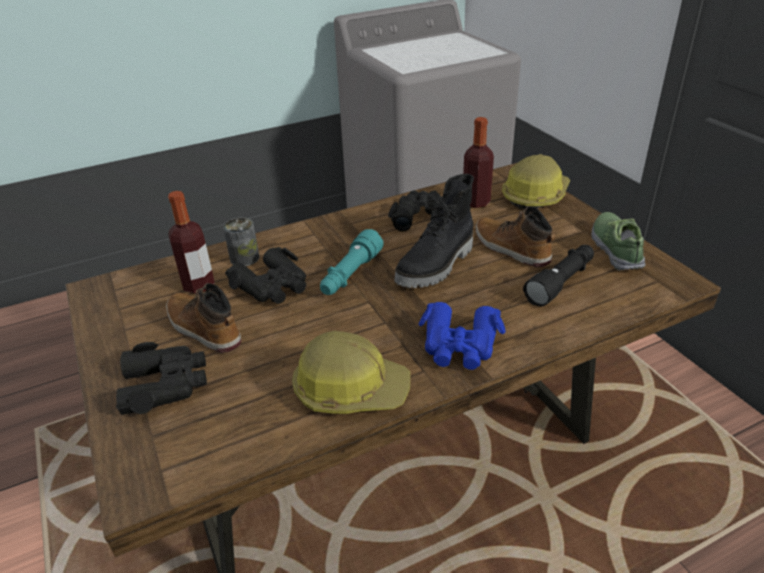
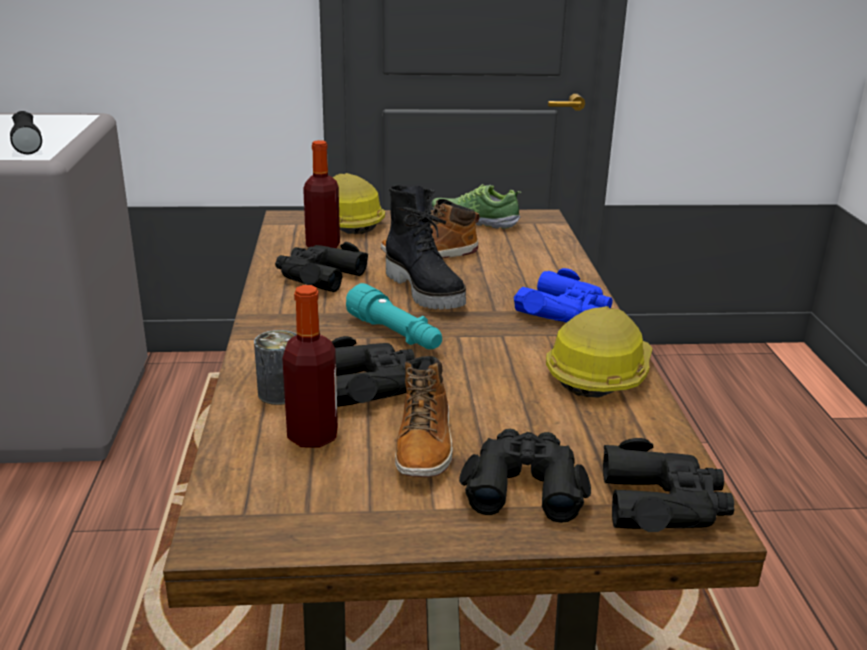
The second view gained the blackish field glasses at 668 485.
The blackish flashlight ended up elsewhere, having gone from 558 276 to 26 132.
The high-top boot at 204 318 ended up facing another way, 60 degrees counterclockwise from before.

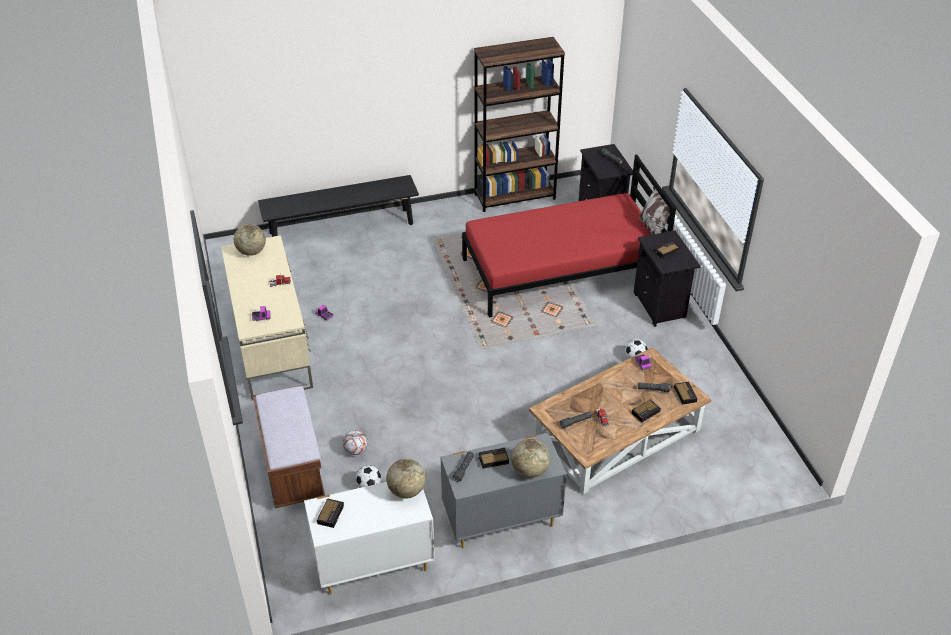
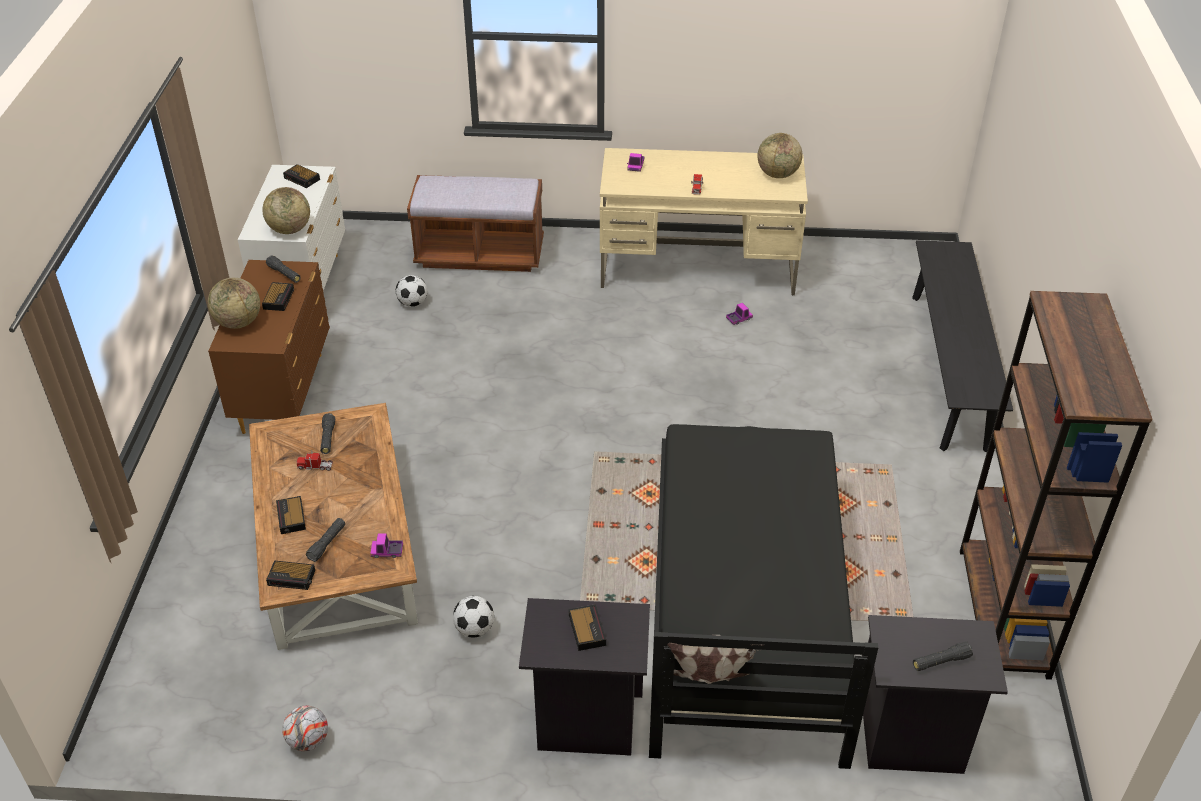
The football ended up elsewhere, having gone from 355 442 to 305 728.
What was the grey dresser at 504 490 turned into the brown dresser at 269 347.
What was the red bedroom bed at 569 236 turned into the blackish bedroom bed at 763 596.

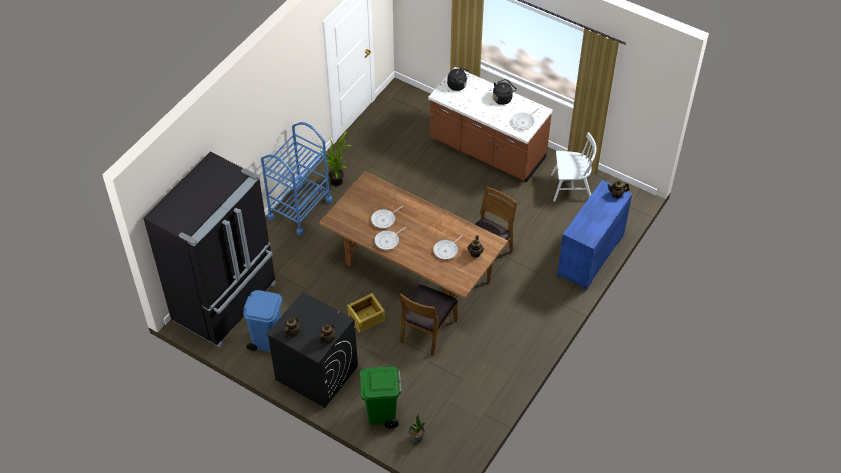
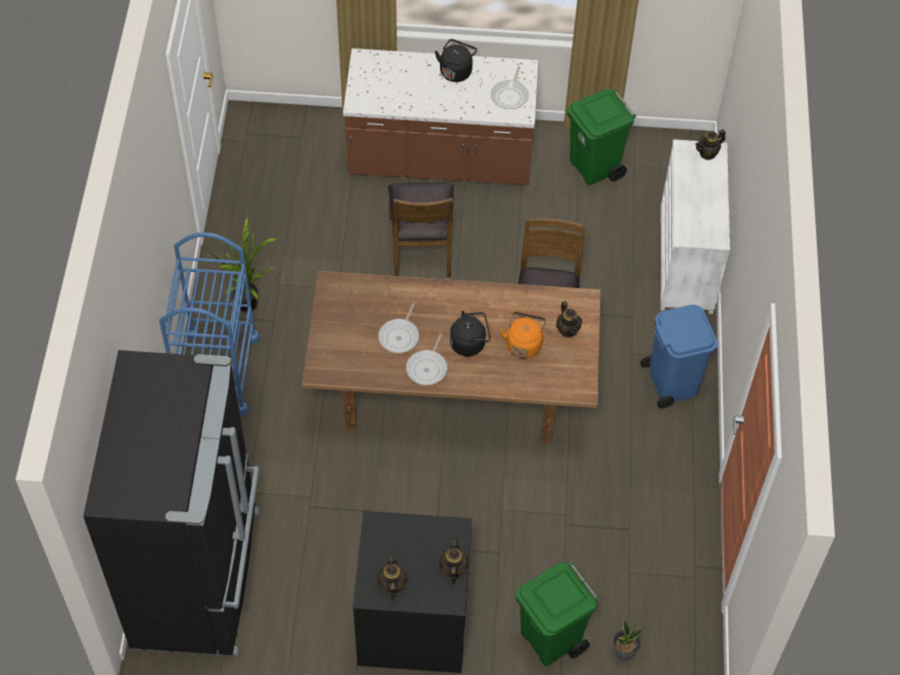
The second view lost the packing crate at 366 313.
The blue-coloured waste bin ended up elsewhere, having gone from 262 321 to 679 356.
The brown upright chair ended up elsewhere, having gone from 428 320 to 421 230.
The blackish kettle ended up elsewhere, having gone from 458 79 to 470 333.
Where the skillet stood at 448 246, the orangey kettle came to stand at 523 335.
Where the white upright chair stood at 573 167, the green waste bin came to stand at 601 137.
What was the blue-coloured dresser at 594 235 turned into the white dresser at 695 226.

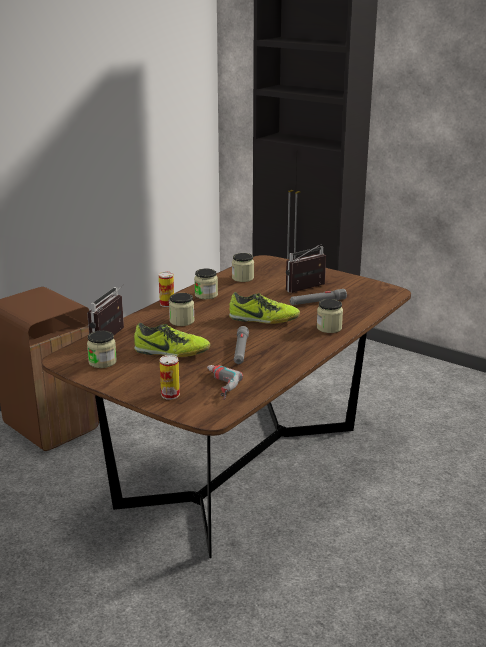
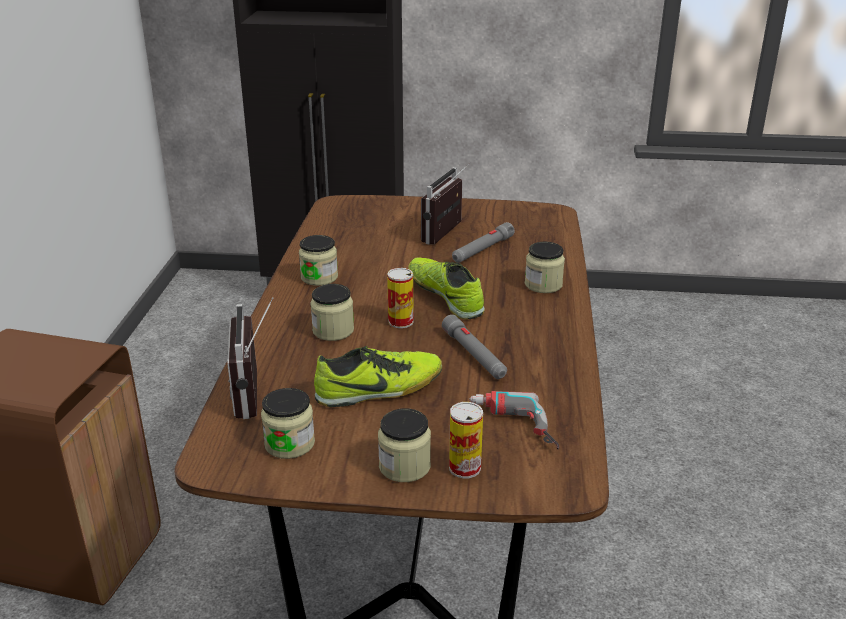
The can ended up elsewhere, having gone from 166 289 to 400 298.
The storage jar ended up elsewhere, having gone from 243 267 to 404 445.
The low shoe at 264 308 ended up facing another way, 105 degrees counterclockwise from before.

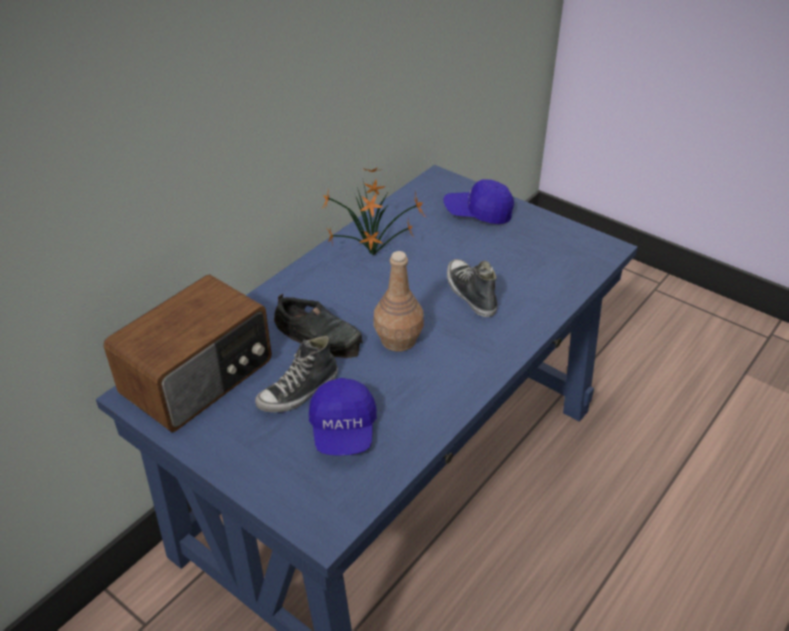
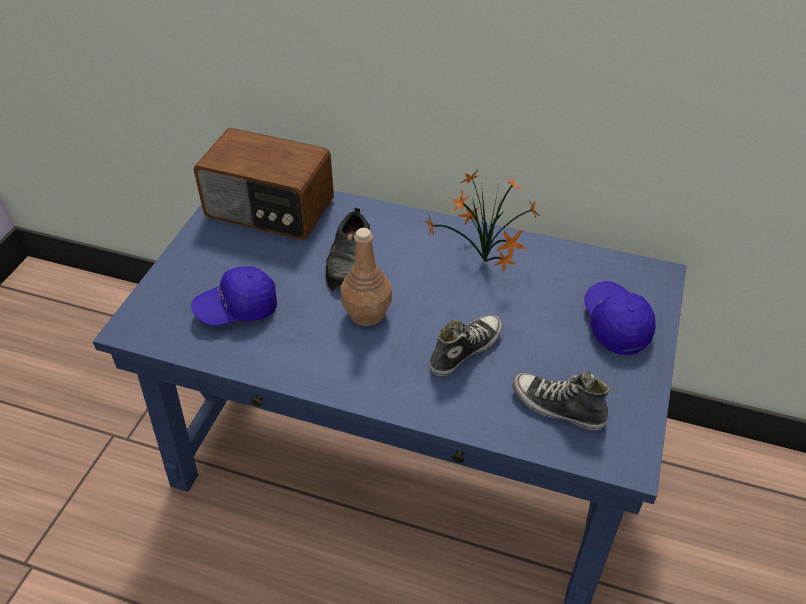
The low shoe ended up elsewhere, having gone from 296 374 to 561 400.

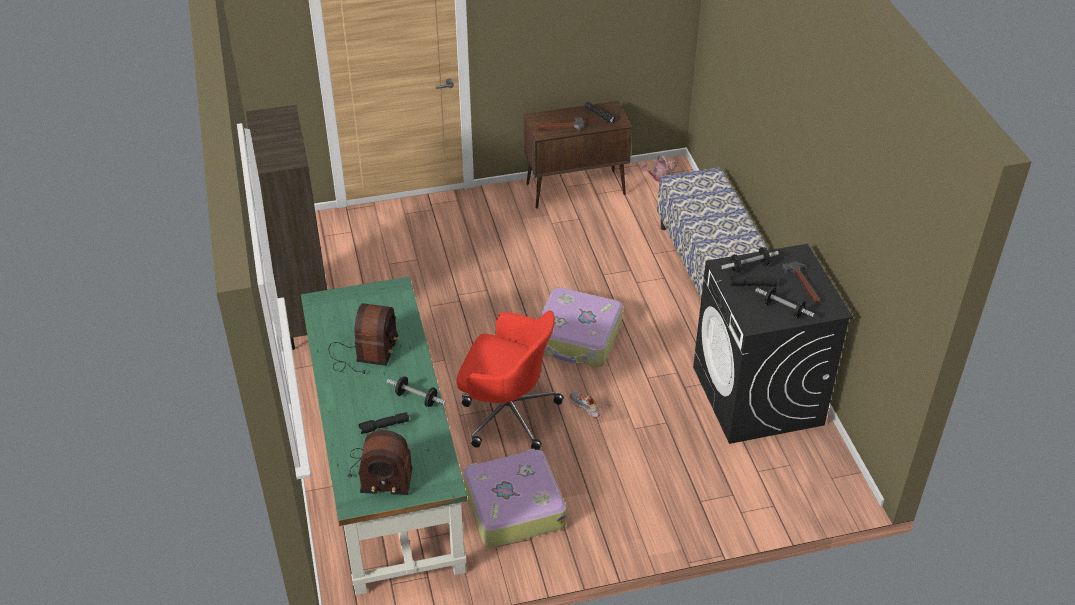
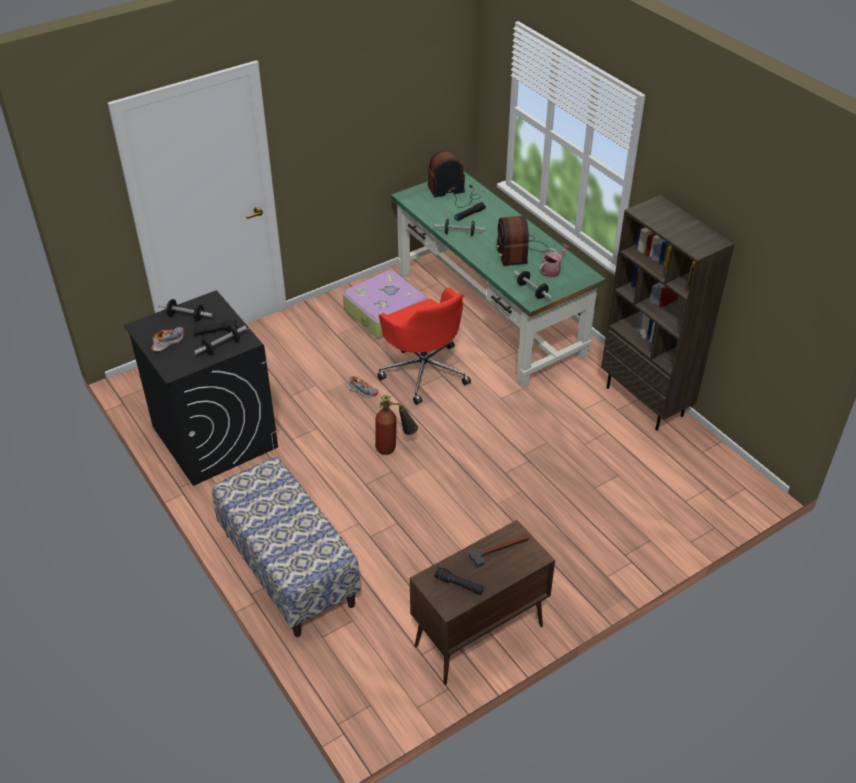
The second view gained the hand weight at 533 284.
The watering can ended up elsewhere, having gone from 659 168 to 555 260.
Where the travel case stood at 581 327, the fire-fighting cylinder came to stand at 396 424.
Where the hammer stood at 801 282, the low shoe came to stand at 167 339.
The red office chair at 510 380 ended up facing another way, 120 degrees counterclockwise from before.

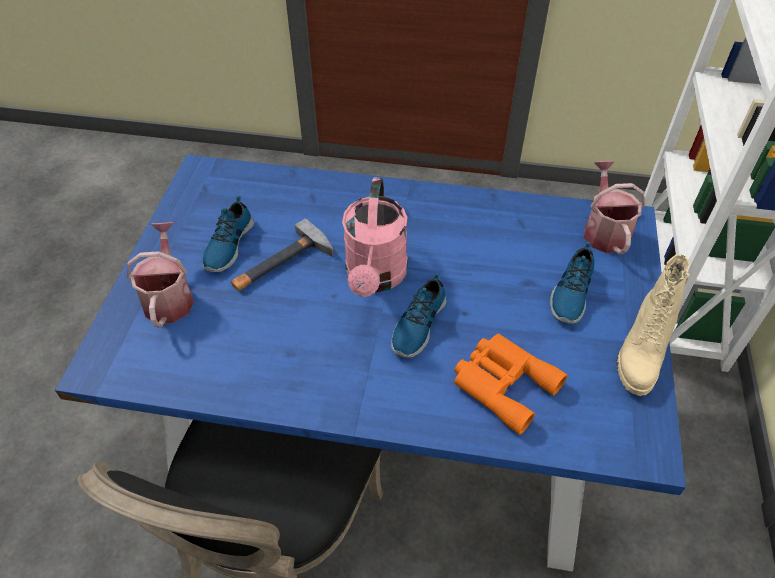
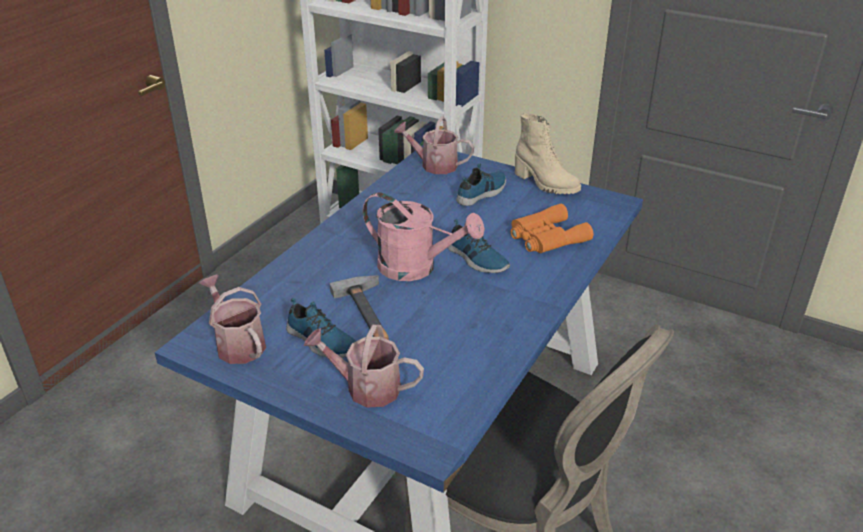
The second view gained the watering can at 232 319.
The low shoe at 572 283 ended up facing another way, 90 degrees counterclockwise from before.

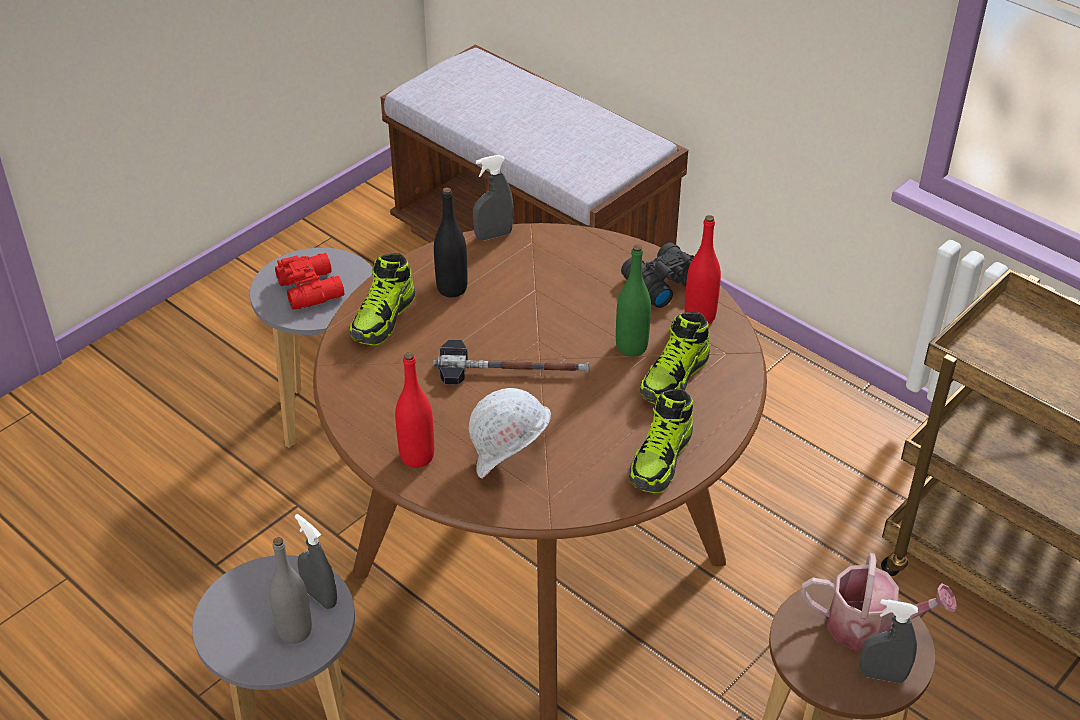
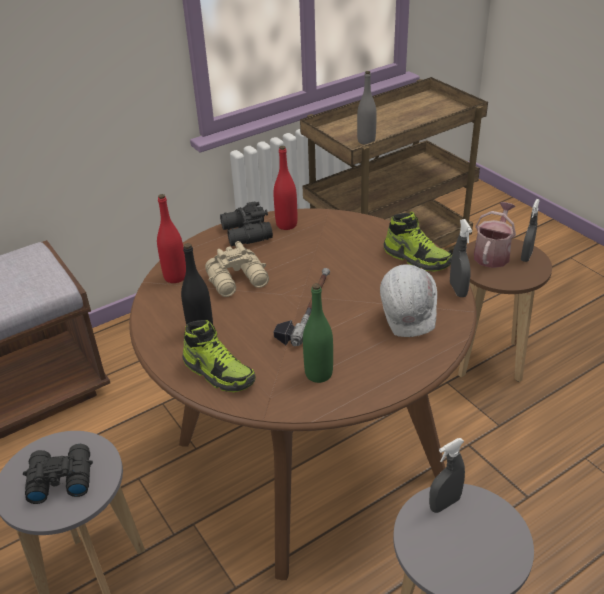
The second view lost the low shoe at 675 358.
The second view gained the sand-coloured field glasses at 237 269.
The grey drink bottle ended up elsewhere, having gone from 290 590 to 367 108.
The red drink bottle ended up elsewhere, having gone from 414 410 to 171 238.
The grey sprayer ended up elsewhere, having gone from 493 197 to 461 258.
The green drink bottle ended up elsewhere, having gone from 633 300 to 318 333.
What was the red field glasses at 309 281 turned into the blackish field glasses at 58 474.

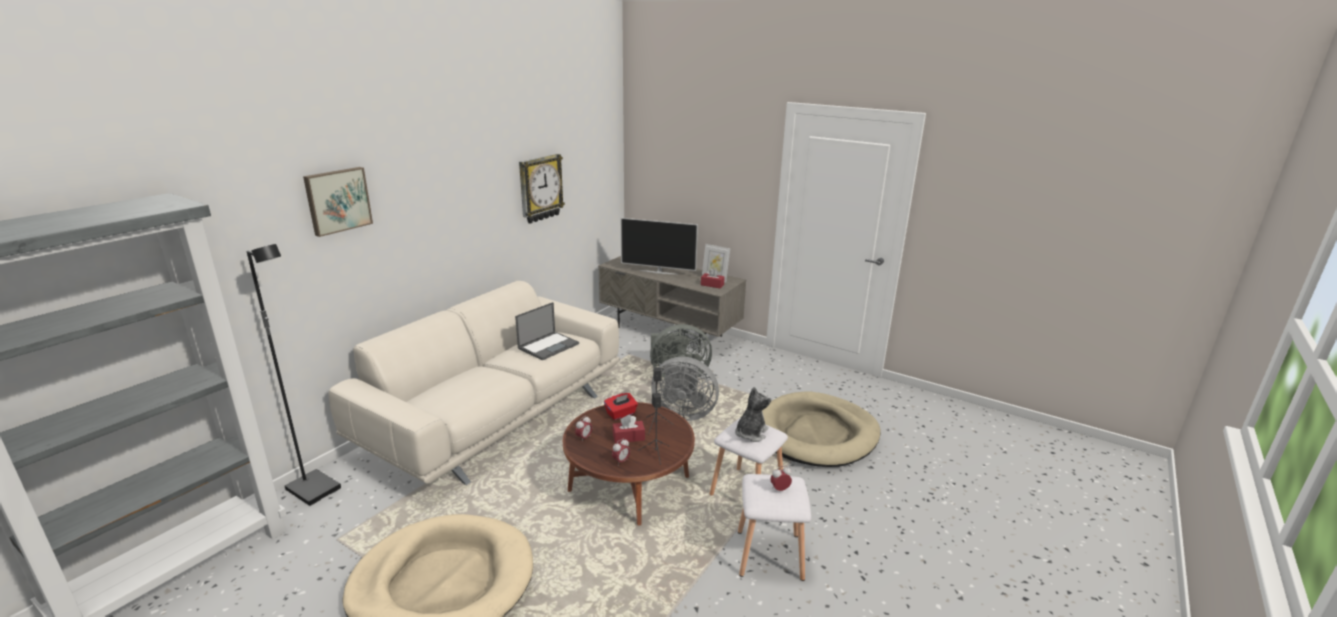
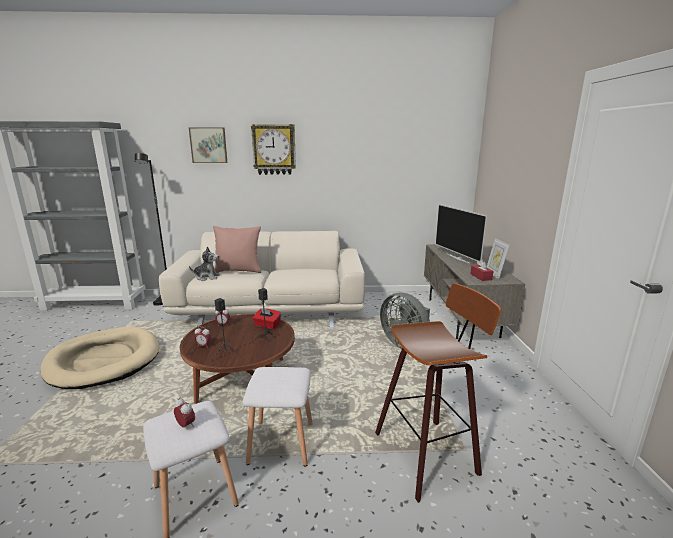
The second view lost the portable computer at 547 331.
The second view lost the red box of tissues at 629 429.
The second view lost the grey electric fan at 685 389.
The second view gained the pink-coloured throw pillow at 237 249.
The wall clock ended up elsewhere, having gone from 542 189 to 273 149.
The soft toy ended up elsewhere, having gone from 753 414 to 204 263.
Where the sand-coloured pet bed stood at 821 429, the sitting stool came to stand at 438 393.

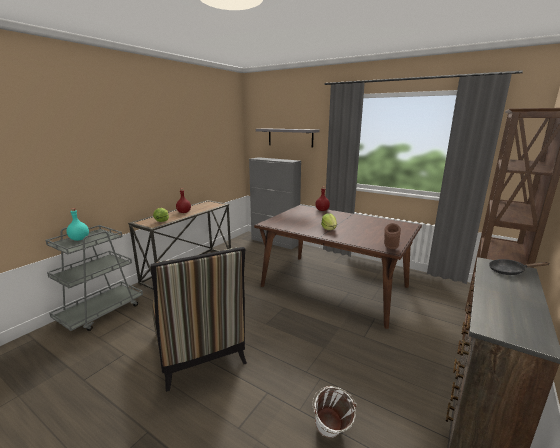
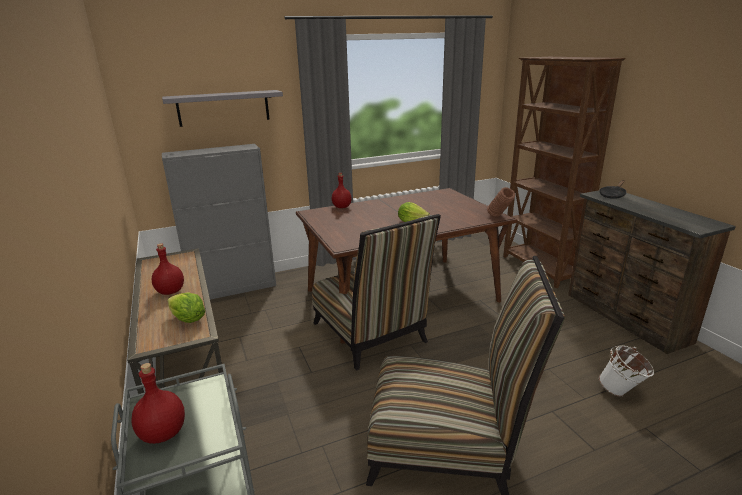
The second view gained the upright chair at 376 292.
What was the turquoise drink bottle at 78 224 turned into the red drink bottle at 158 403.

